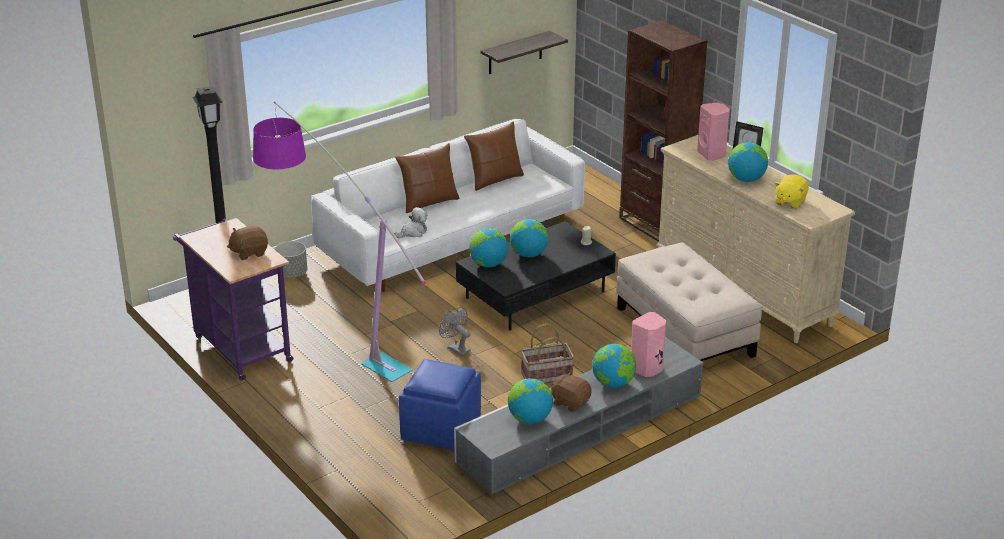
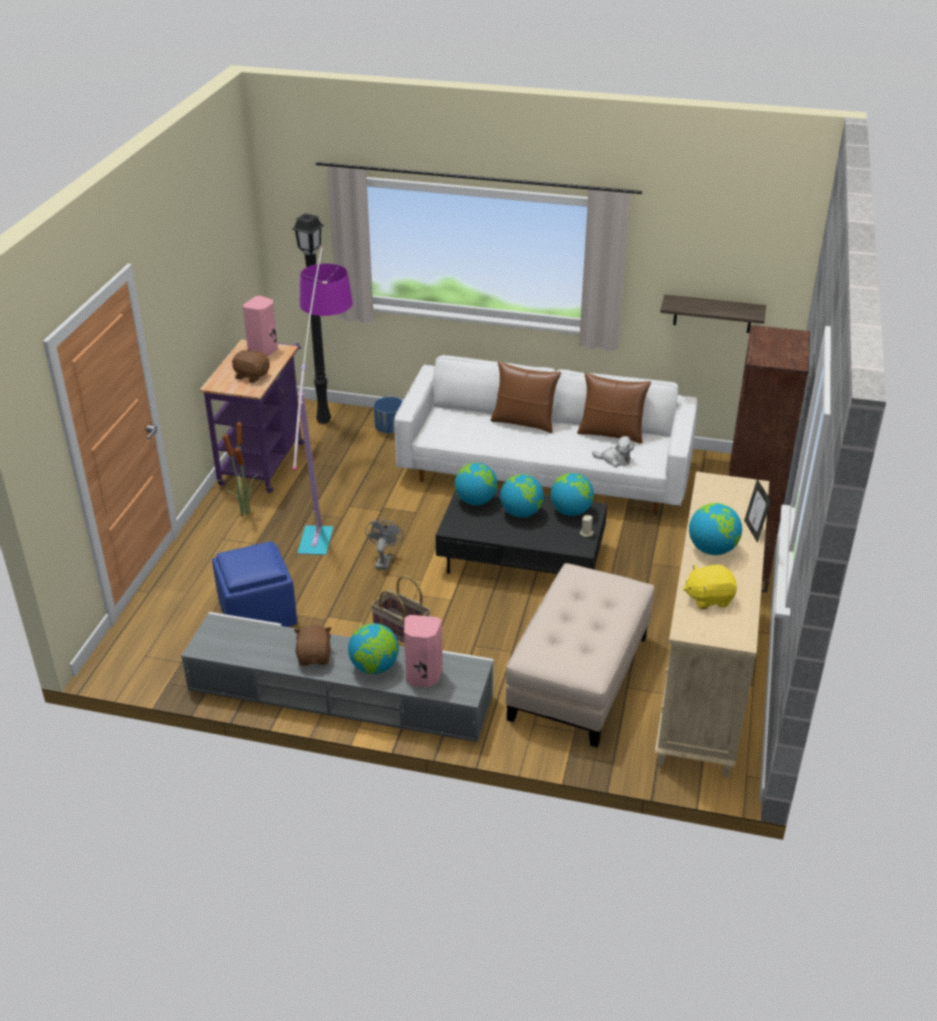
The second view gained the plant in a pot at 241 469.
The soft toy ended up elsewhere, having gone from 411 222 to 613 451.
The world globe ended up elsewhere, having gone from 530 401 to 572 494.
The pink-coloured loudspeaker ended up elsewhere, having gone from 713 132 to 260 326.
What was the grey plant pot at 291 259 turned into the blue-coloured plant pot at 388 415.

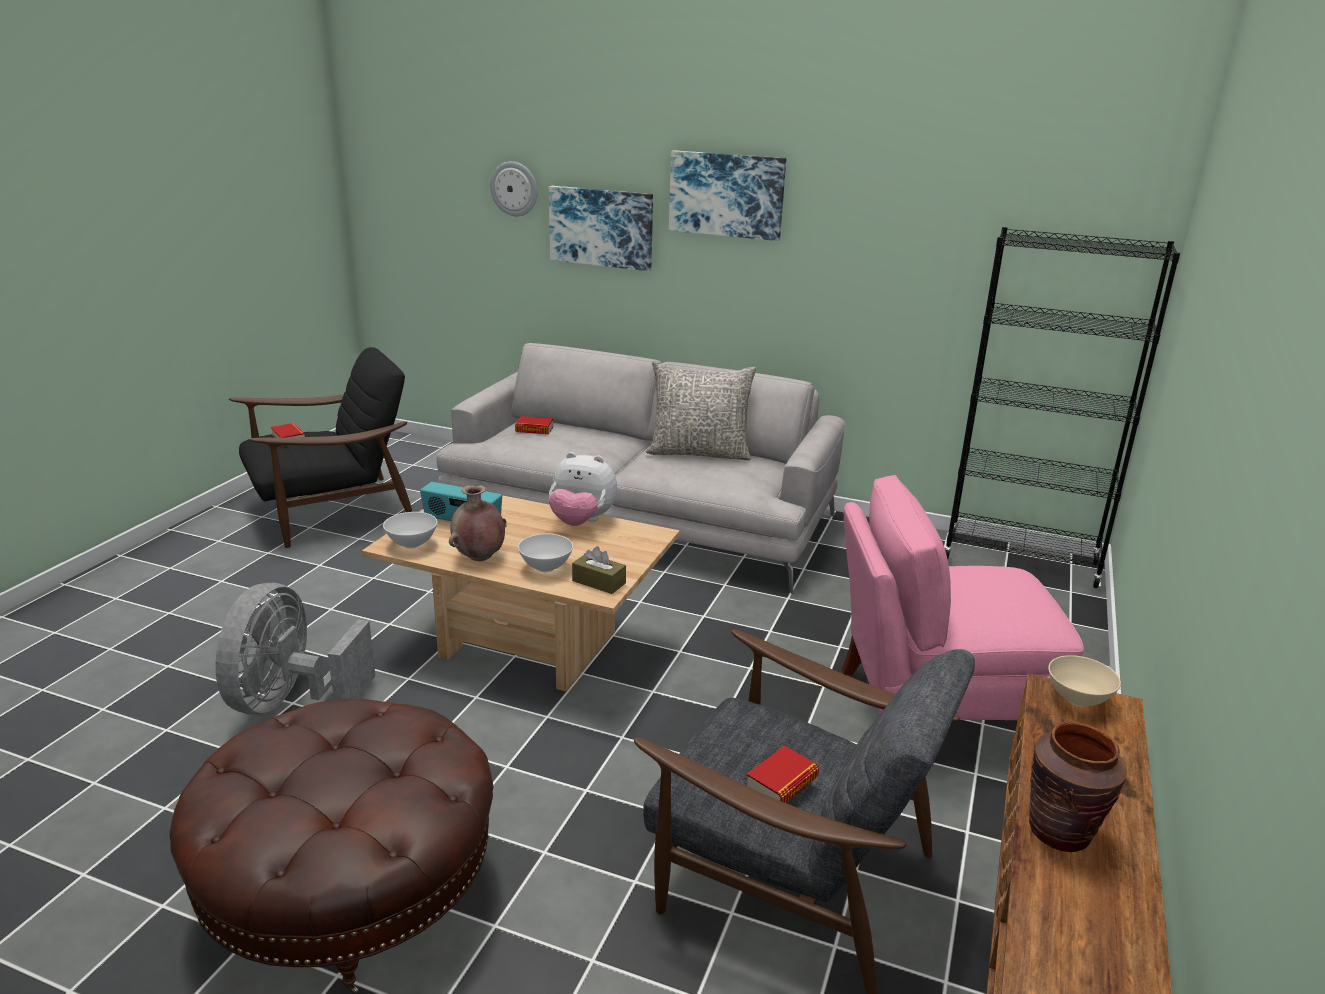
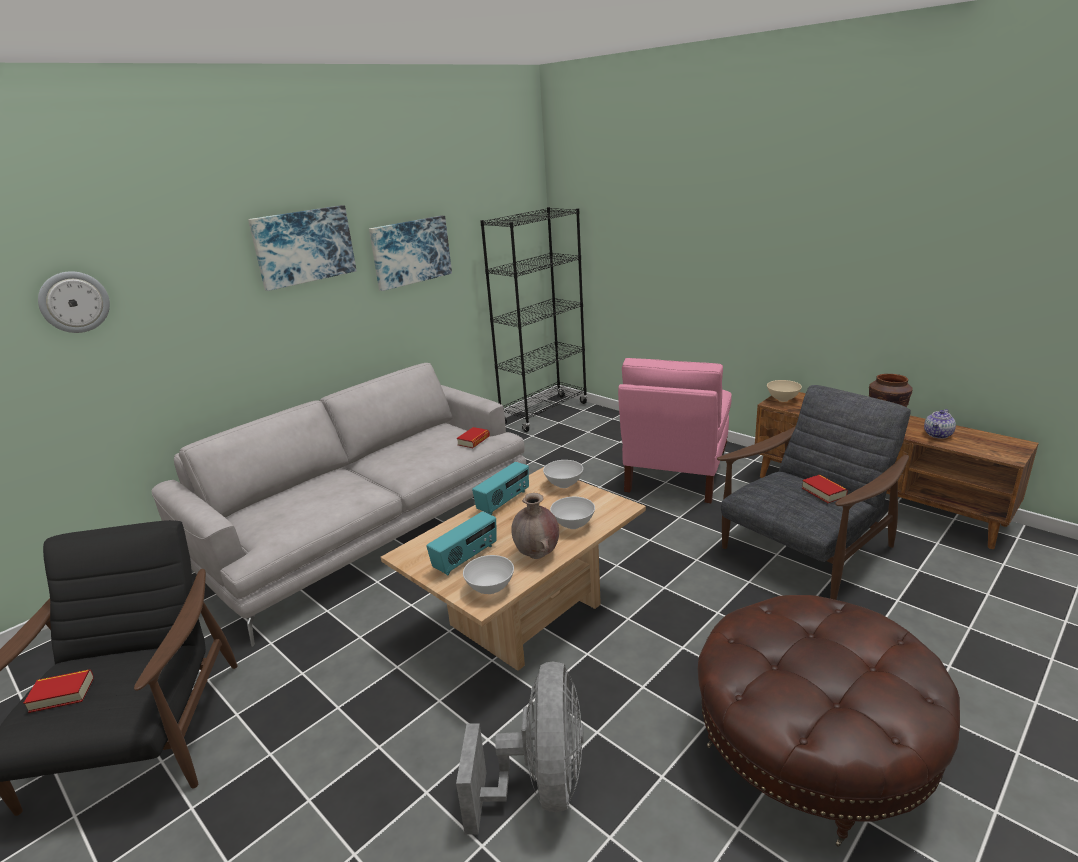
The second view lost the brown box of tissues at 599 570.
The second view lost the grey throw pillow at 701 410.
The second view gained the white deep dish at 563 474.
The second view gained the pot for tea at 940 424.
The volume ended up elsewhere, having gone from 534 425 to 473 437.
The picture ended up elsewhere, having gone from 601 228 to 410 253.
Where the soft toy stood at 583 489, the radio set came to stand at 500 488.
The grey electric fan at 295 649 ended up facing another way, 120 degrees counterclockwise from before.

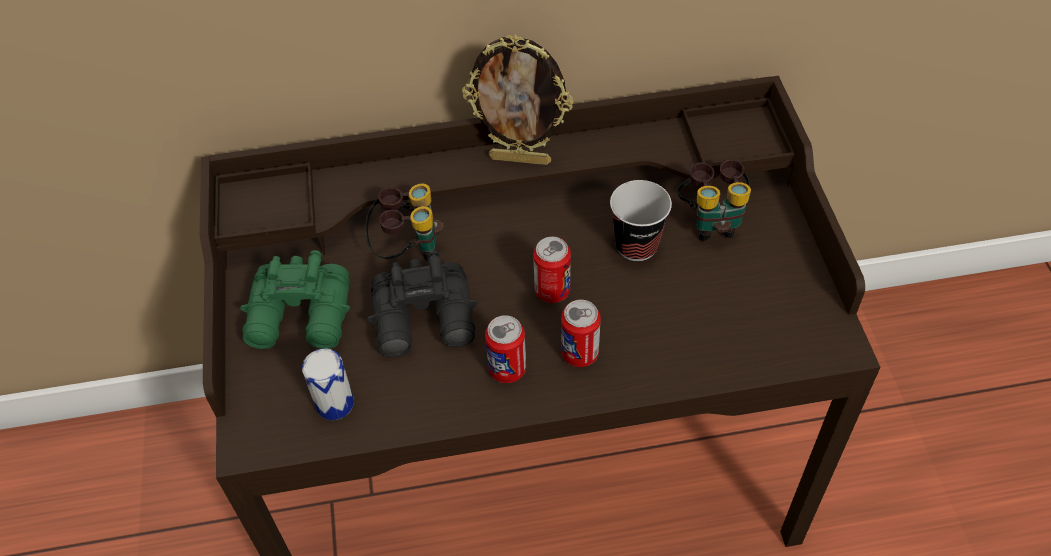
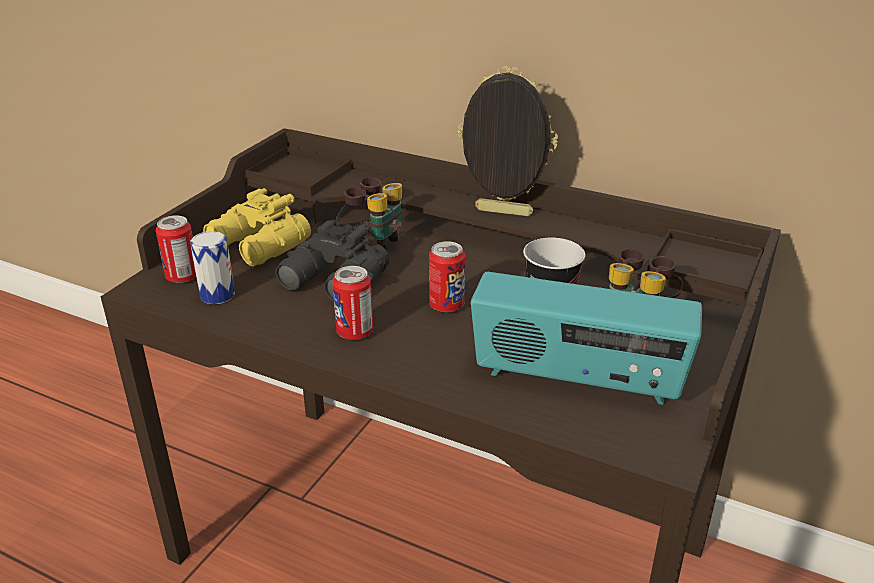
The second view gained the radio set at 586 338.
The can ended up elsewhere, having gone from 581 333 to 176 249.
What was the green field glasses at 295 299 turned into the yellowish field glasses at 257 227.
The photo frame at 517 100 ended up facing another way, 150 degrees clockwise from before.

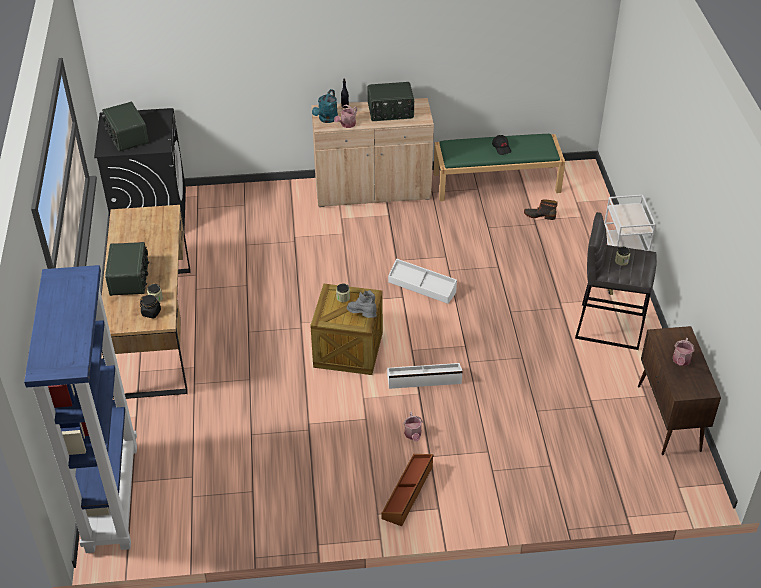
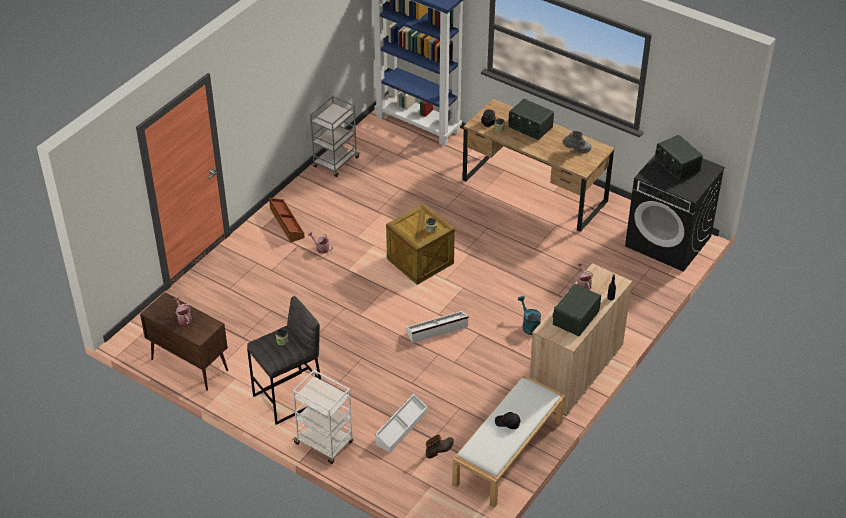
The second view gained the grey wheeled cart at 335 136.
The turquoise watering can ended up elsewhere, having gone from 325 106 to 529 315.
The grey high-top boot ended up elsewhere, having gone from 362 304 to 577 142.
The white storage bin ended up elsewhere, having gone from 425 376 to 401 423.
What was the green long seat at 499 167 turned into the white long seat at 508 441.
The radio set at 125 126 ended up facing another way, 135 degrees counterclockwise from before.

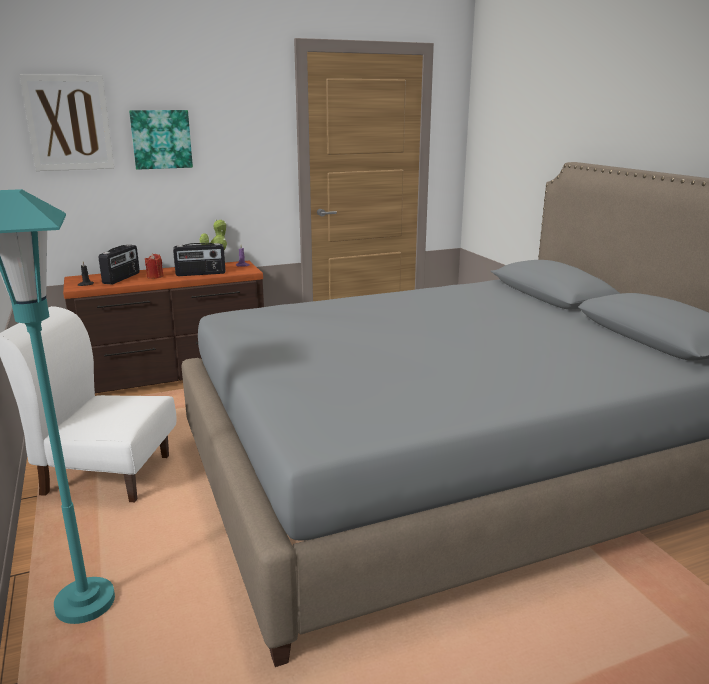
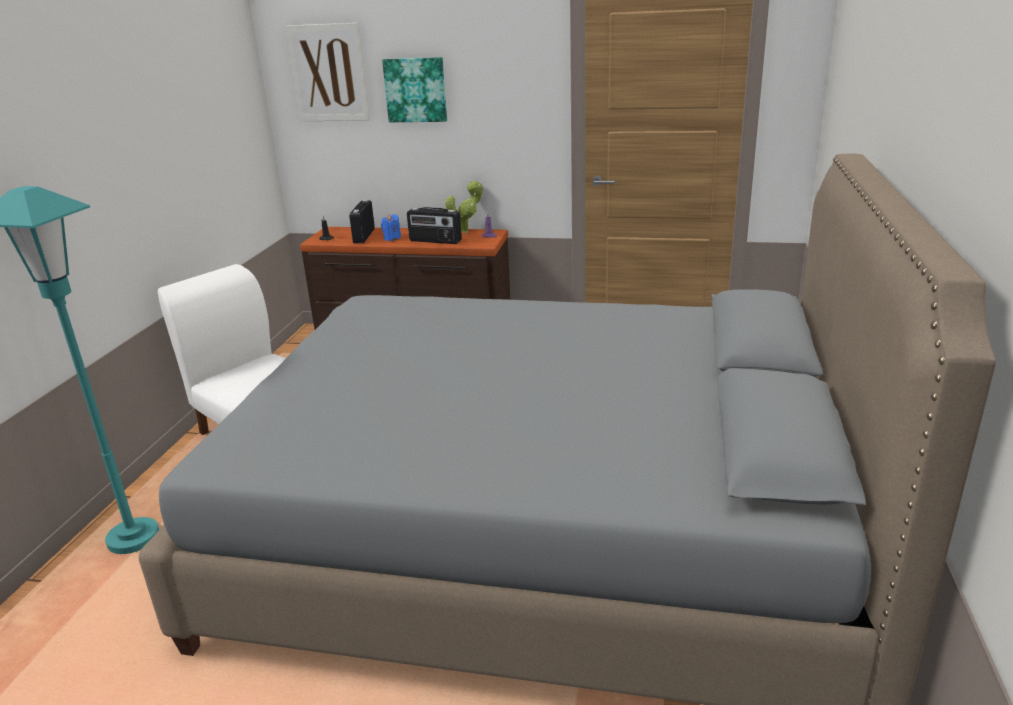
What was the red wax light at 154 266 turned into the blue-coloured wax light at 391 227.
The radio set at 119 264 ended up facing another way, 135 degrees clockwise from before.

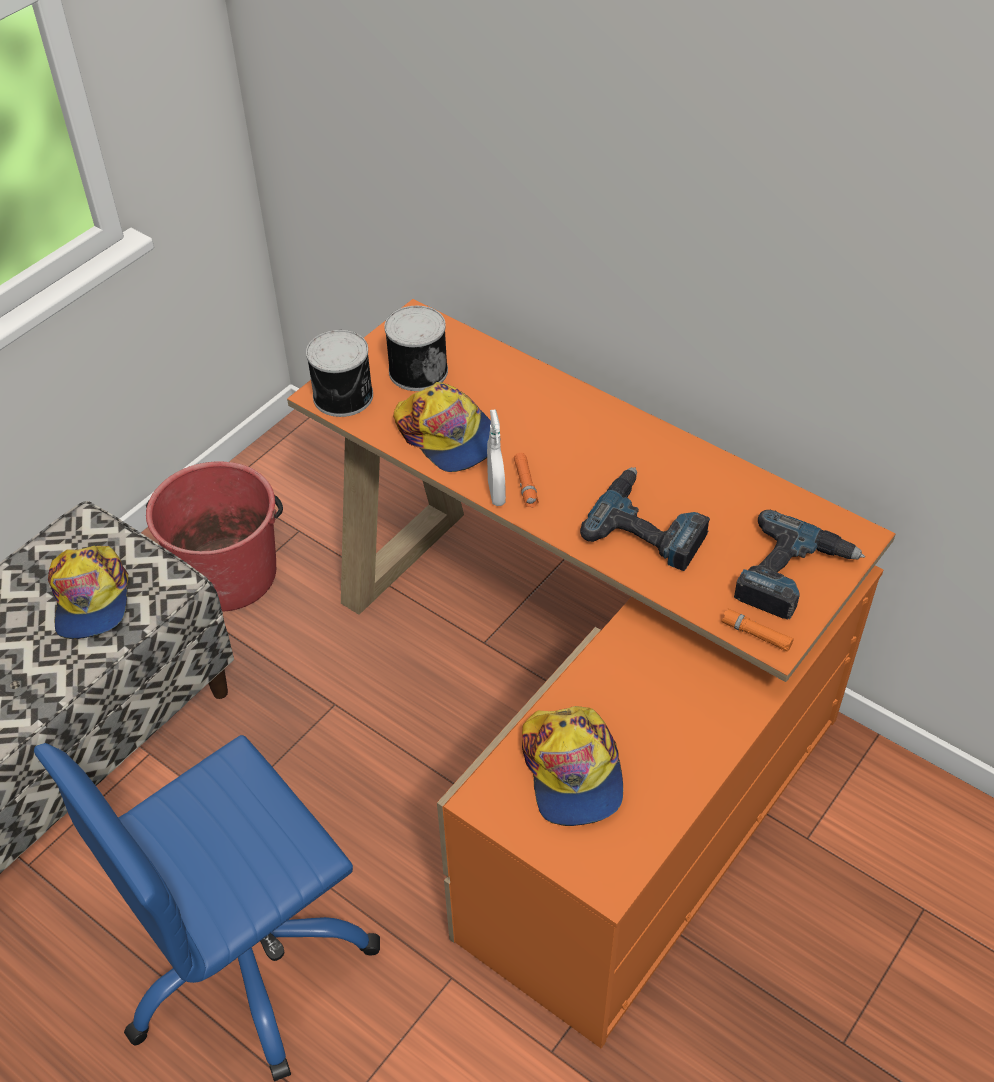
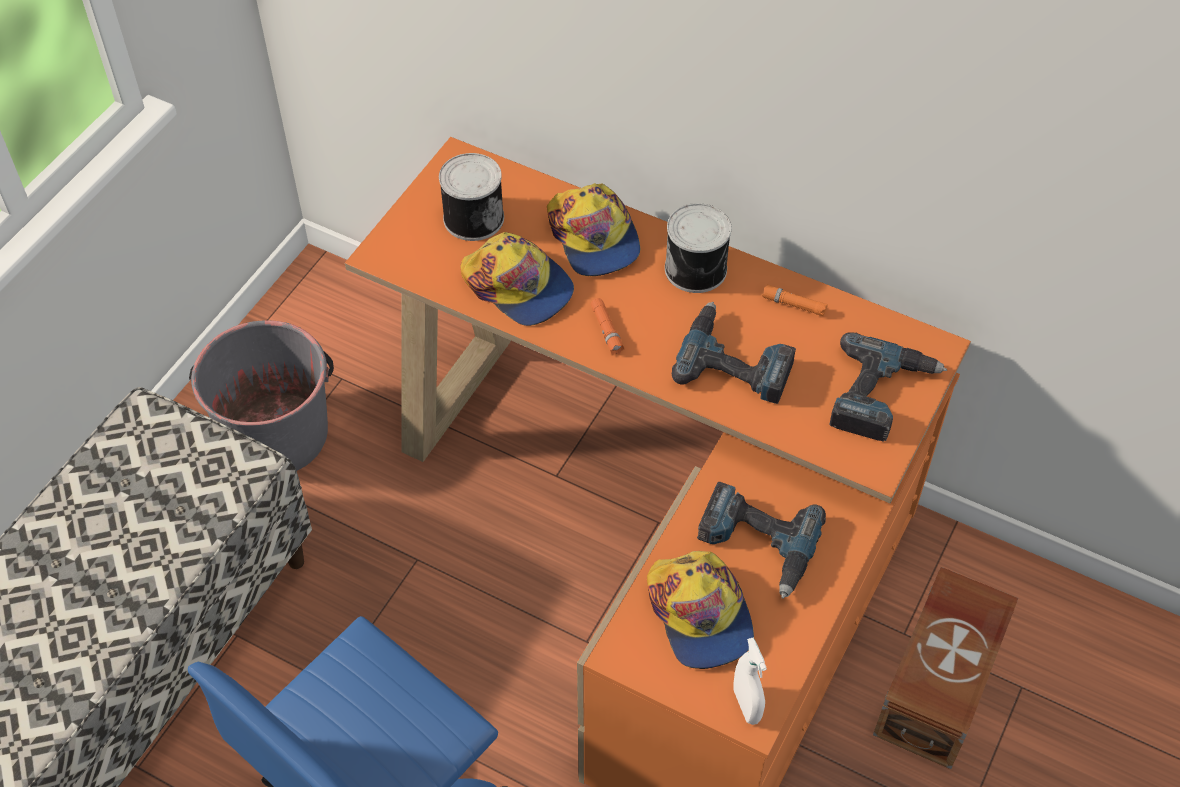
The second view gained the power drill at 761 540.
The second view gained the brown storage bin at 945 668.
The baseball cap ended up elsewhere, having gone from 88 592 to 593 229.
The can ended up elsewhere, having gone from 339 373 to 698 248.
The white sprayer ended up elsewhere, having gone from 496 457 to 750 681.
The orangey flashlight ended up elsewhere, having gone from 757 630 to 795 300.
What was the red bucket at 214 536 turned into the grey bucket at 261 395.

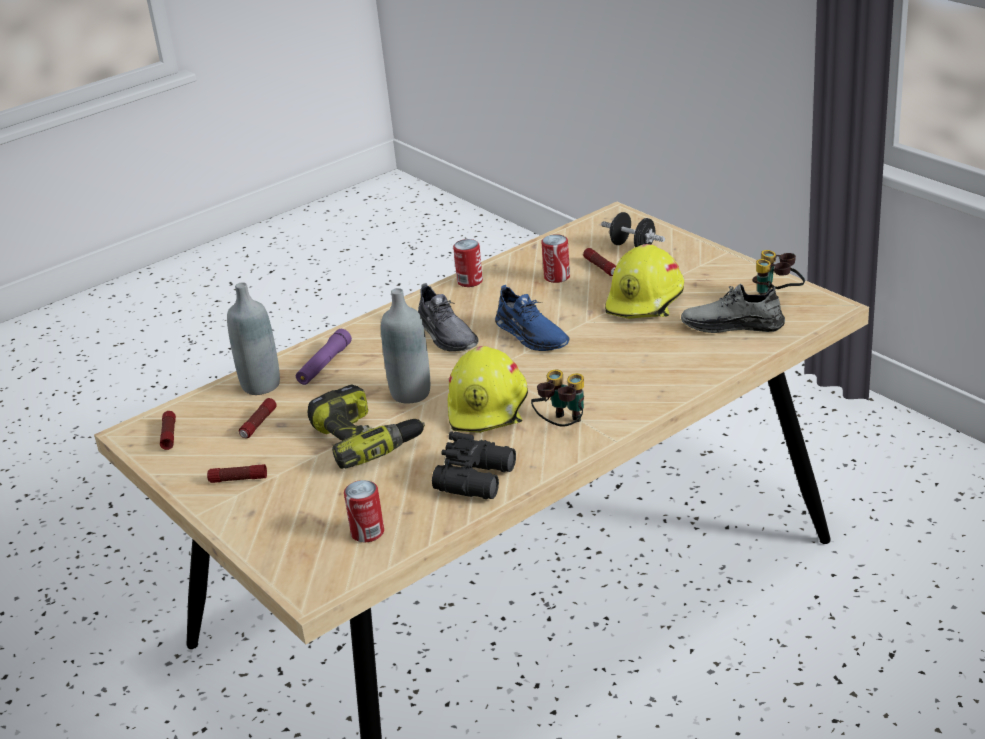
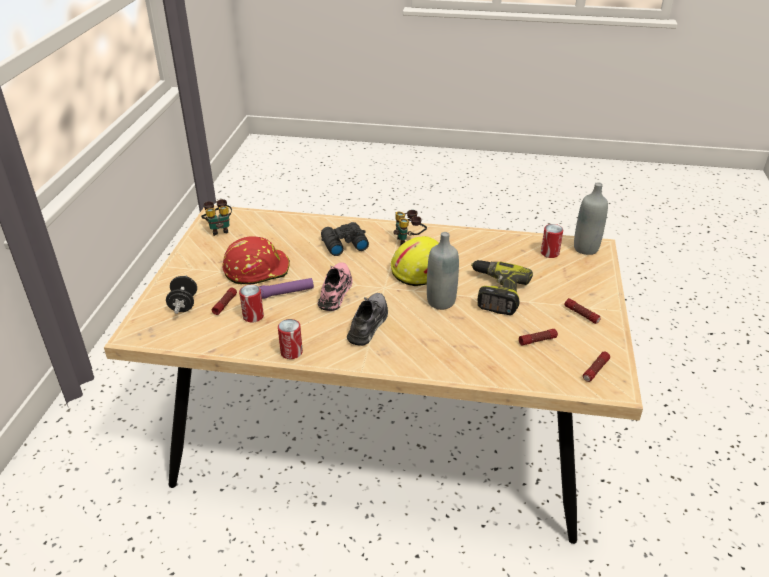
The second view lost the grey low shoe at 733 308.
The grey drink bottle ended up elsewhere, having gone from 253 338 to 591 218.
The purple-coloured flashlight ended up elsewhere, having gone from 324 357 to 286 288.
The blackish field glasses ended up elsewhere, having gone from 474 465 to 345 239.
What was the blue-coloured low shoe at 532 318 turned into the pink-coloured low shoe at 335 286.
What was the yellowish work helmet at 644 281 turned into the red work helmet at 256 260.

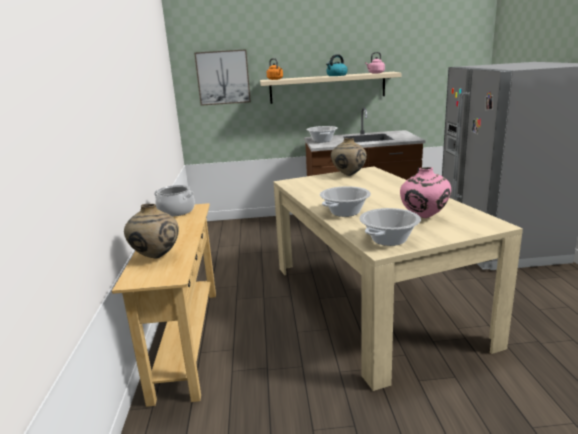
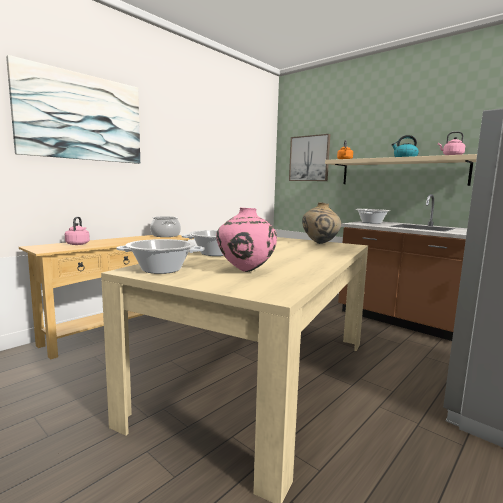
The second view gained the picture at 73 109.
Where the sand-coloured decorative vase stood at 151 231, the pink-coloured kettle came to stand at 77 231.

